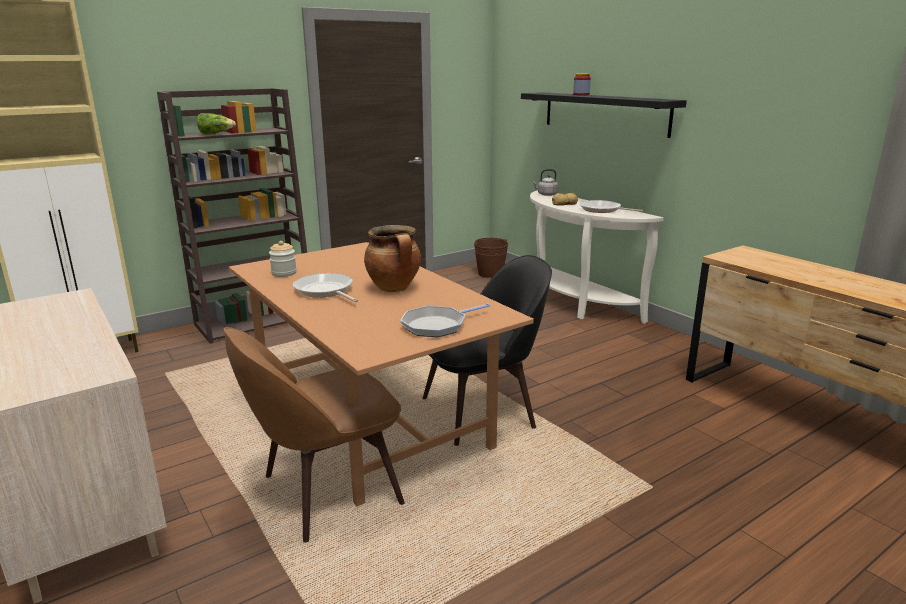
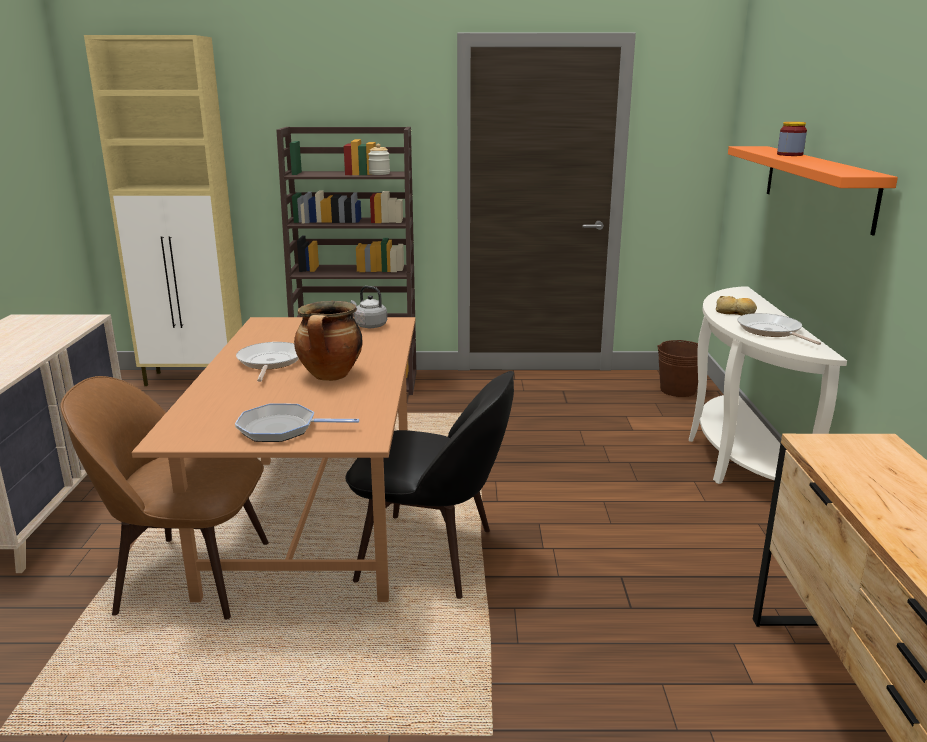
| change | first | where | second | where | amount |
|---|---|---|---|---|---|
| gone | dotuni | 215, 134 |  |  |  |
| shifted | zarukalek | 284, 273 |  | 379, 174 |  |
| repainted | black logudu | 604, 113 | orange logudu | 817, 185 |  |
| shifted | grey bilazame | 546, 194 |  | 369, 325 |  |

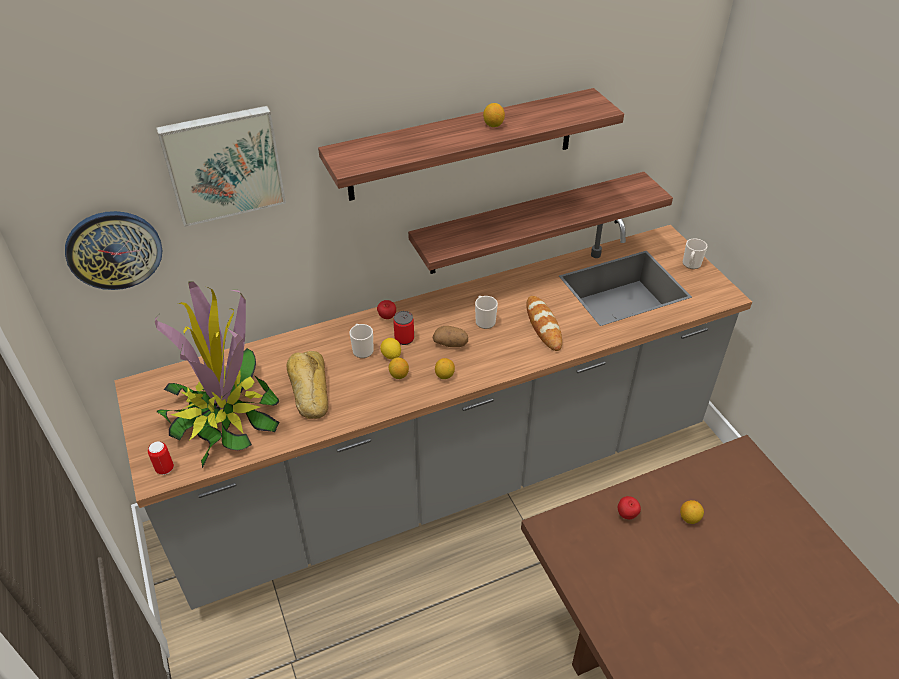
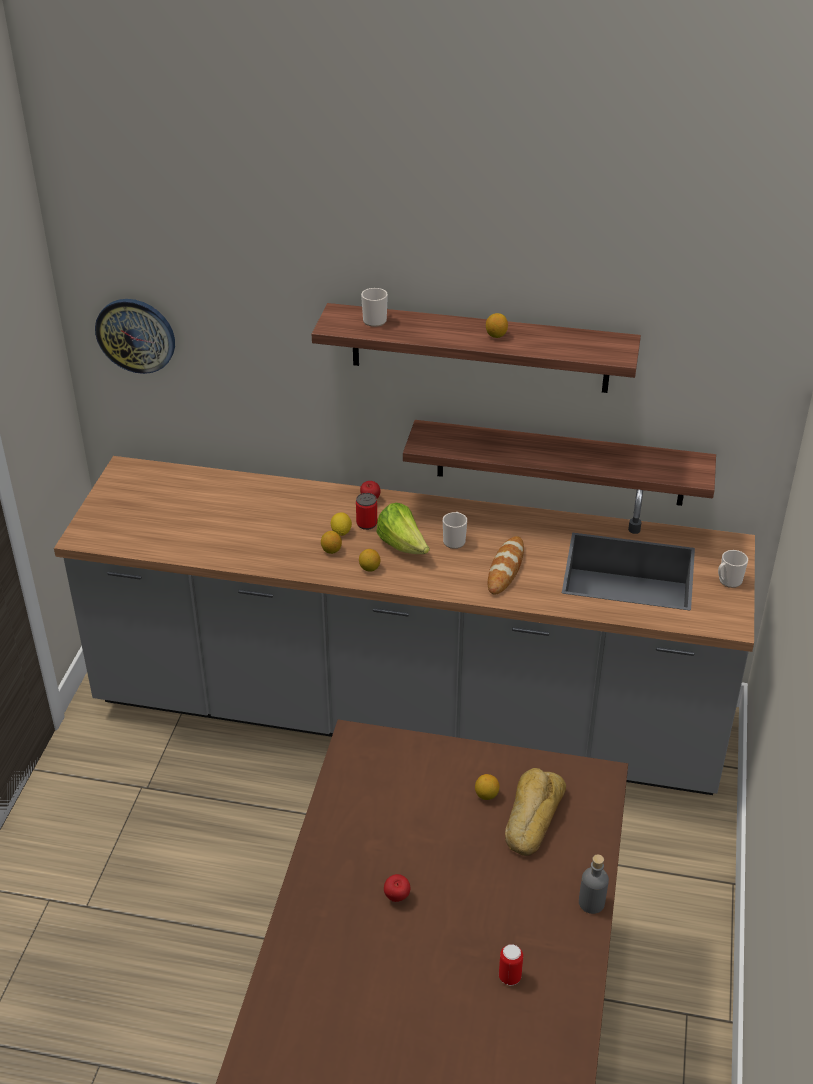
| change | first | where | second | where | amount |
|---|---|---|---|---|---|
| shifted | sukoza | 165, 468 |  | 509, 977 |  |
| gone | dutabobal | 225, 416 |  |  |  |
| gone | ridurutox | 223, 164 |  |  |  |
| shifted | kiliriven | 308, 389 |  | 531, 817 |  |
| shifted | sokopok | 362, 349 |  | 375, 319 |  |
| swapped | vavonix | 451, 344 | dotuni | 403, 546 |  |
| shifted | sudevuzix | 627, 515 |  | 397, 897 |  |
| new |  |  | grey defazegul | 591, 903 |  |

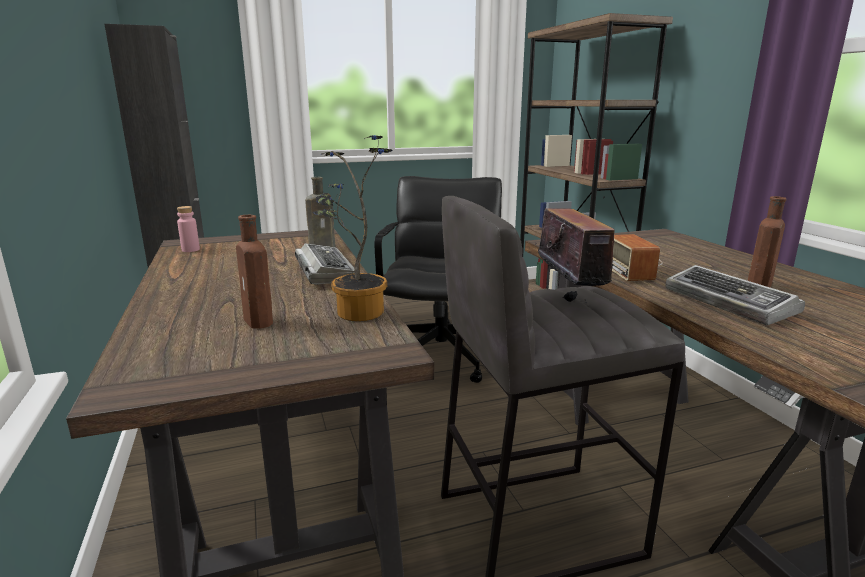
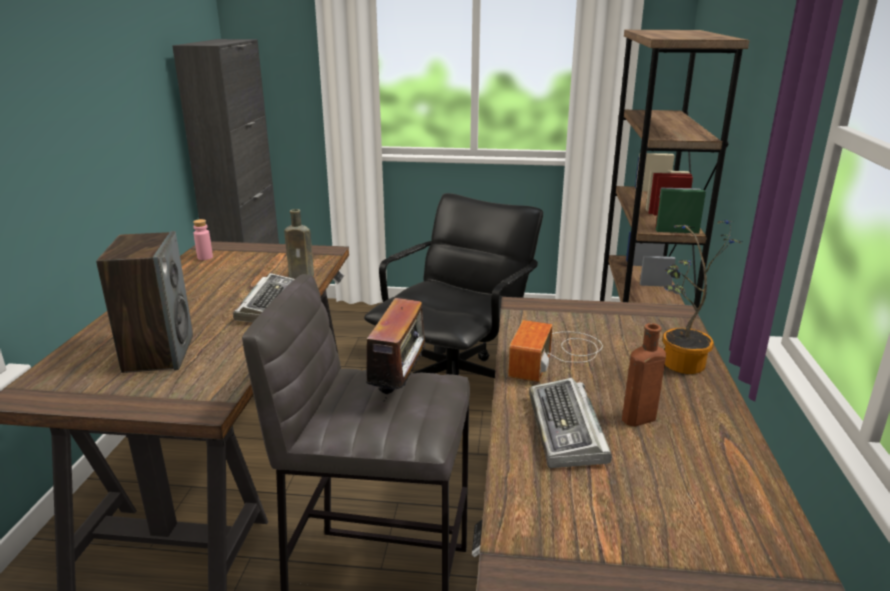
| change | first | where | second | where | amount |
|---|---|---|---|---|---|
| swapped | brown defazegul | 259, 322 | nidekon | 158, 353 |  |
| shifted | dutabobal | 356, 315 |  | 679, 366 |  |

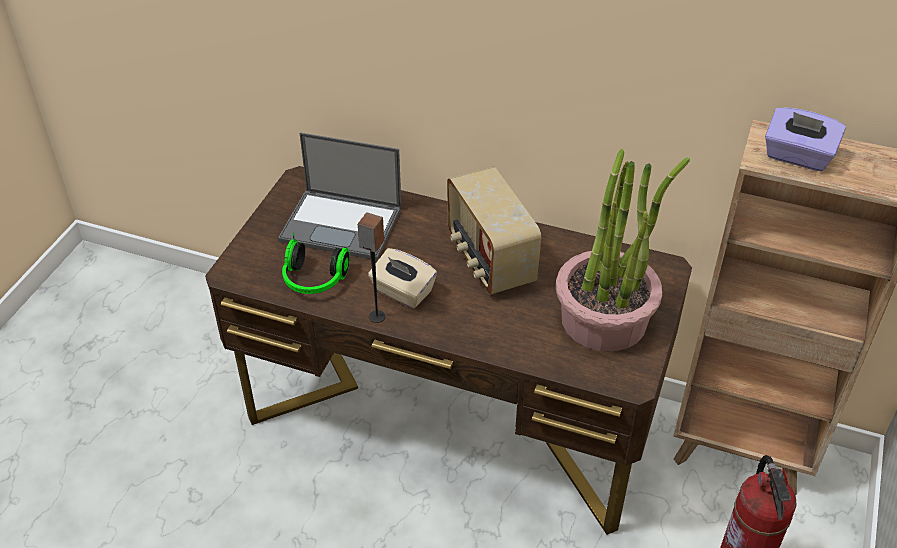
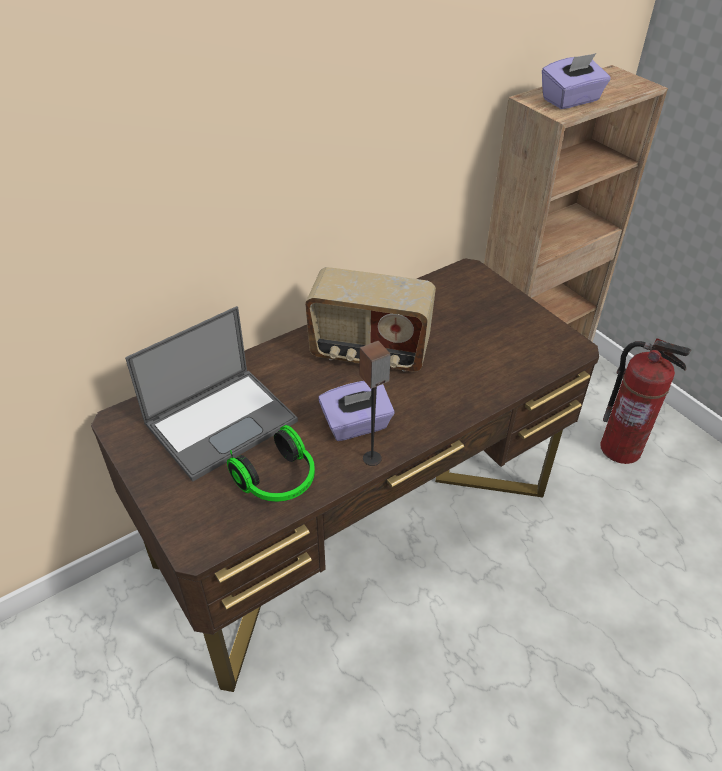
| change | first | where | second | where | amount |
|---|---|---|---|---|---|
| repainted | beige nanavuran | 402, 292 | purple nanavuran | 356, 425 |  |
| gone | dutabobal | 605, 319 |  |  |  |

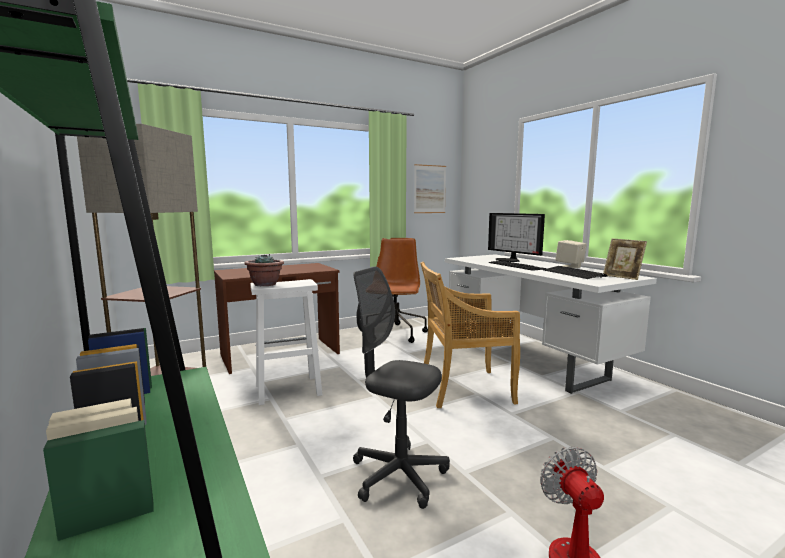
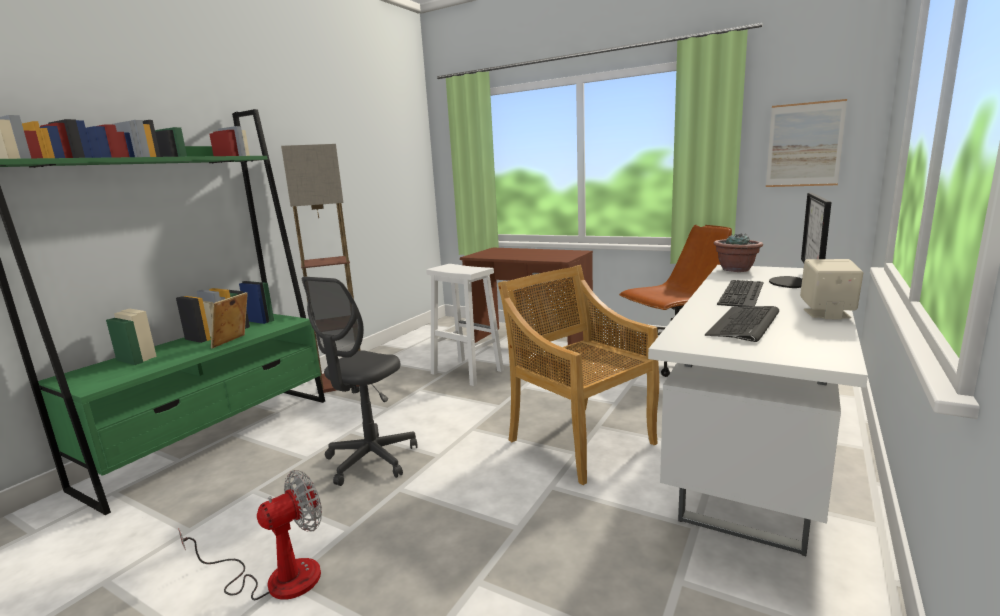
| change | first | where | second | where | amount |
|---|---|---|---|---|---|
| shifted | dutabobal | 265, 284 |  | 736, 270 |  |
| rotated | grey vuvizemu | 398, 476 |  | 371, 460 | 150 degrees counterclockwise |
| shifted | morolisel | 622, 277 |  | 233, 342 |  |

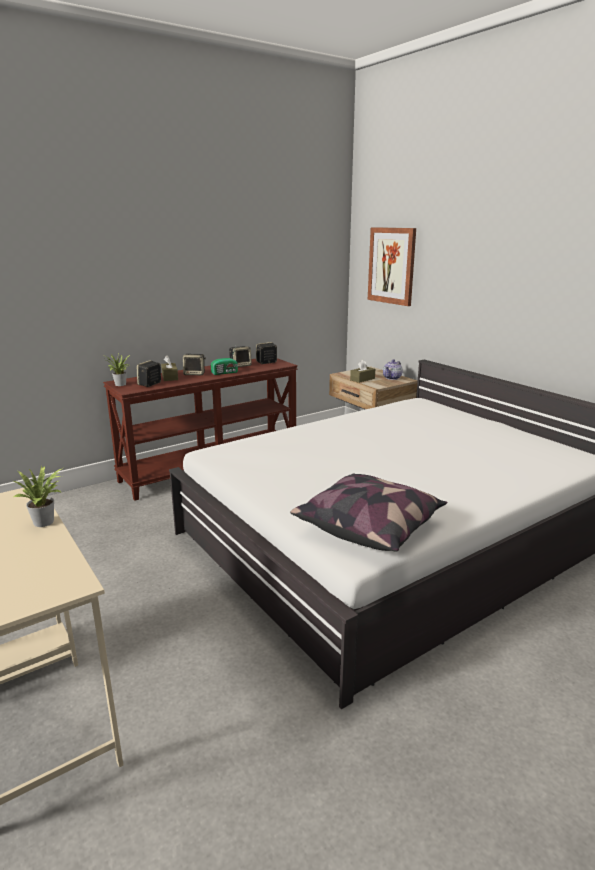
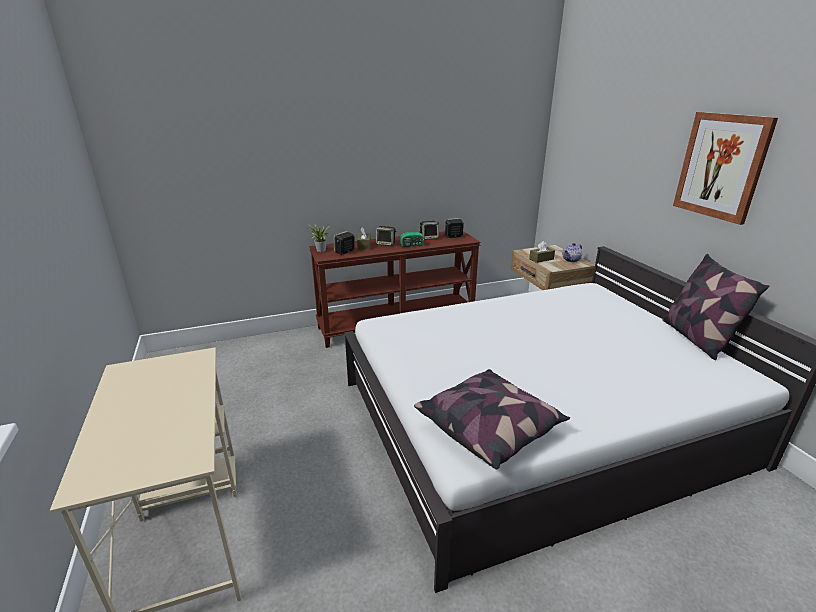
| change | first | where | second | where | amount |
|---|---|---|---|---|---|
| gone | dutabobal | 46, 521 |  |  |  |
| shifted | ridurutox | 392, 266 |  | 721, 166 |  |
| new |  |  | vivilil | 696, 338 |  |

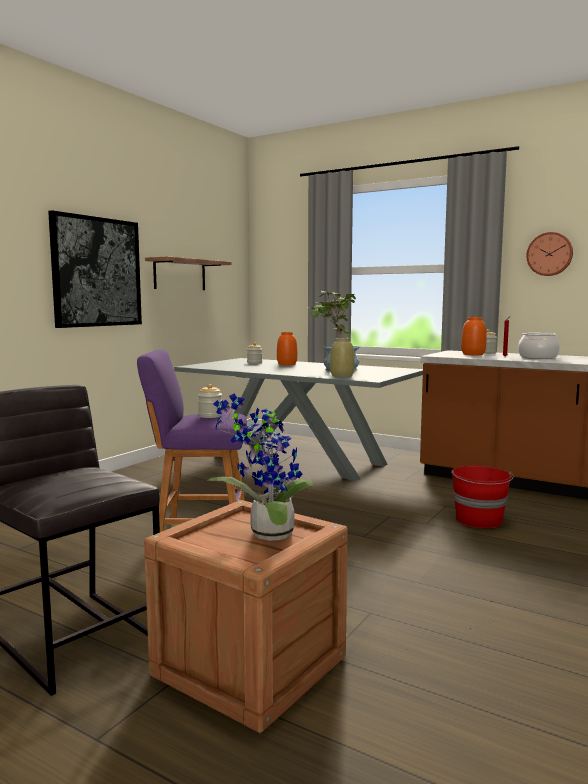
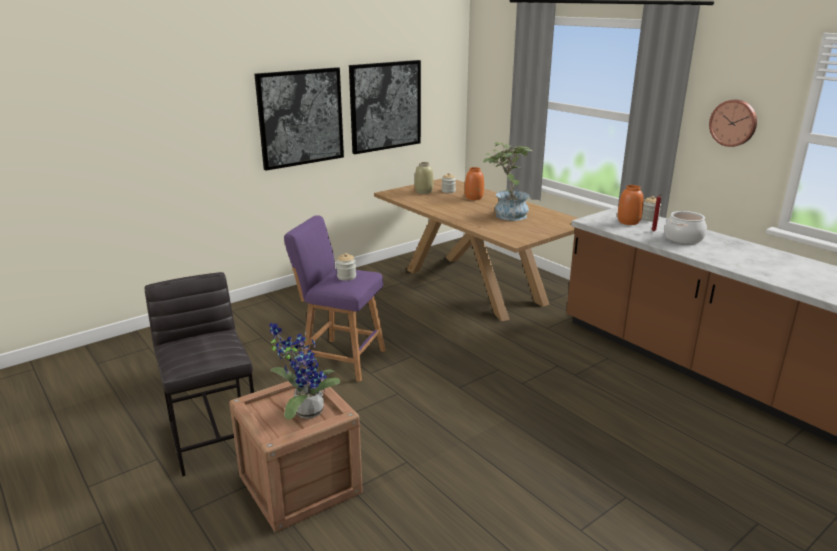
| change | first | where | second | where | amount |
|---|---|---|---|---|---|
| swapped | logudu | 180, 275 | ridurutox | 385, 106 |  |
| repainted | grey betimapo | 298, 459 | brown betimapo | 474, 286 |  |
| shifted | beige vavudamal | 342, 376 |  | 424, 191 |  |
| gone | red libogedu | 479, 520 |  |  |  |

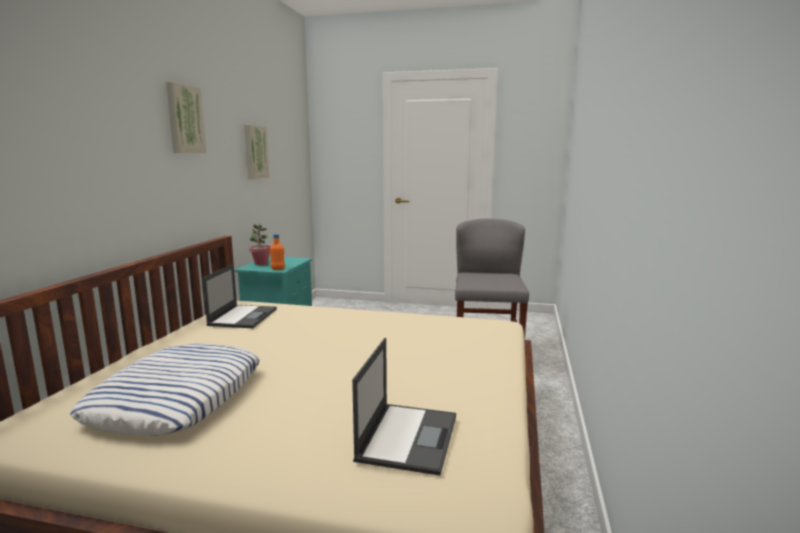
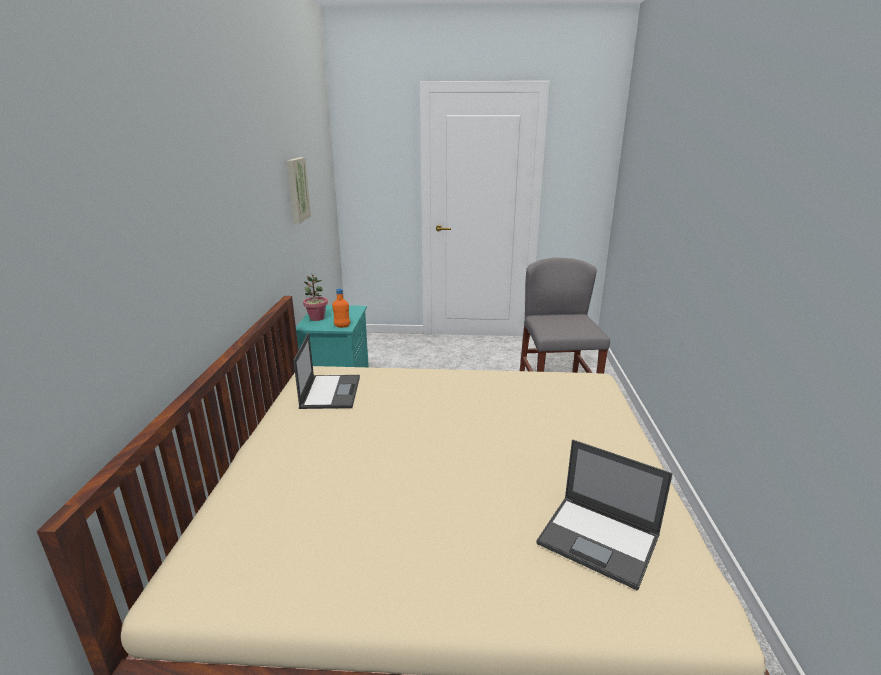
| change | first | where | second | where | amount |
|---|---|---|---|---|---|
| gone | vivilil | 177, 397 |  |  |  |
| gone | ridurutox | 184, 119 |  |  |  |
| rotated | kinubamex | 408, 436 |  | 599, 540 | 120 degrees clockwise |

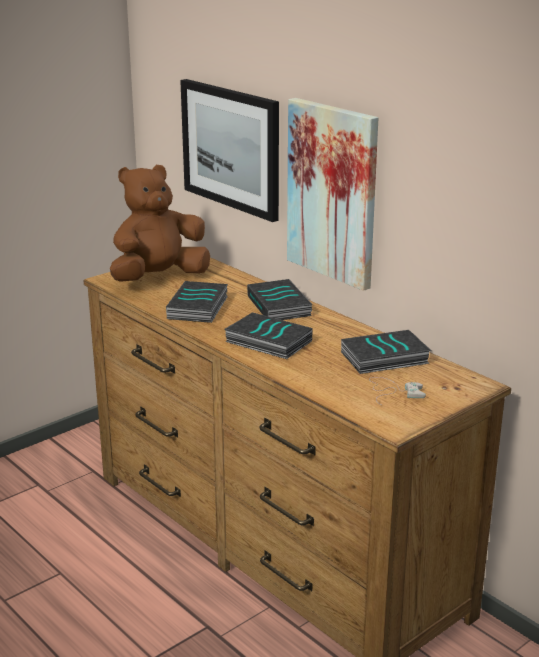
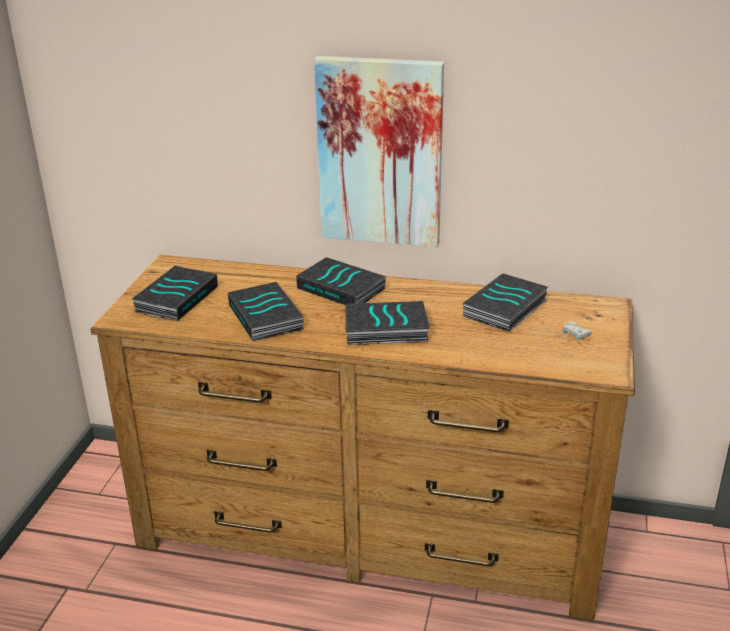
| change | first | where | second | where | amount |
|---|---|---|---|---|---|
| swapped | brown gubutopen | 158, 278 | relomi | 176, 298 |  |
| gone | ridurutox | 231, 148 |  |  |  |

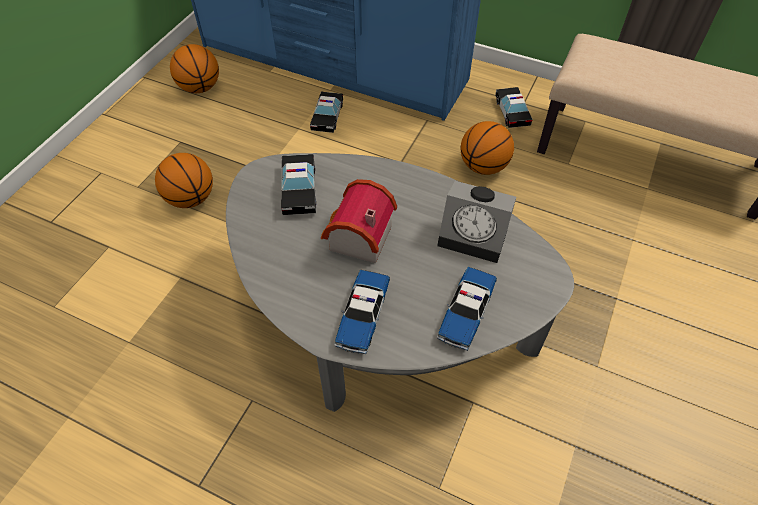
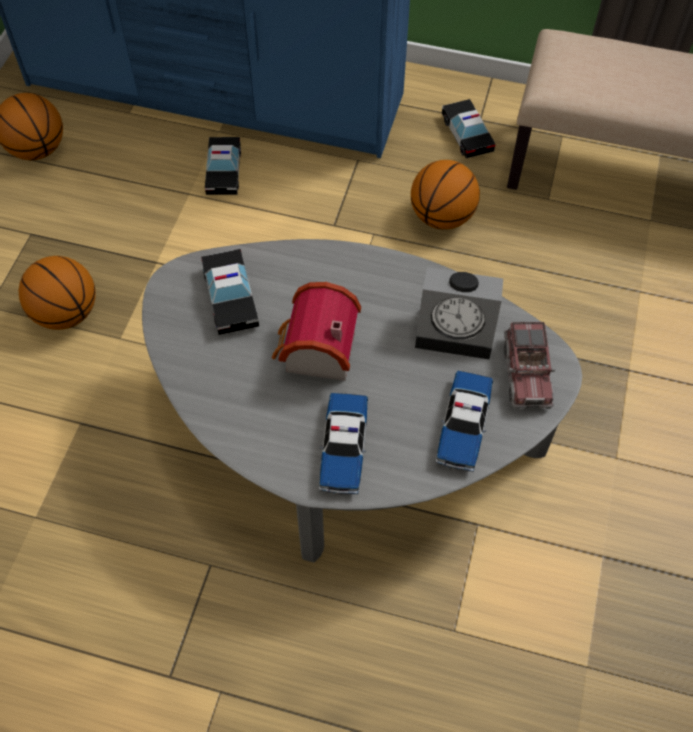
| change | first | where | second | where | amount |
|---|---|---|---|---|---|
| new |  |  | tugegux | 526, 373 |  |

